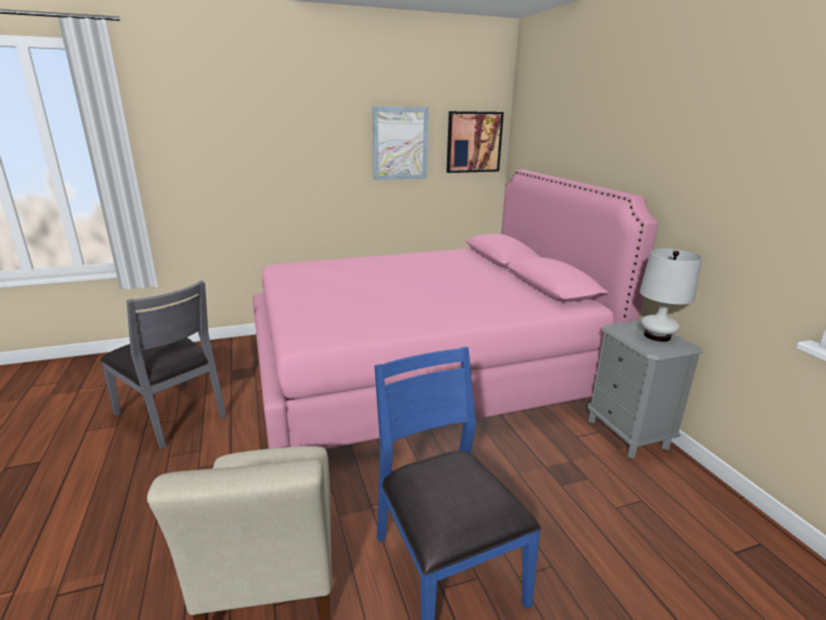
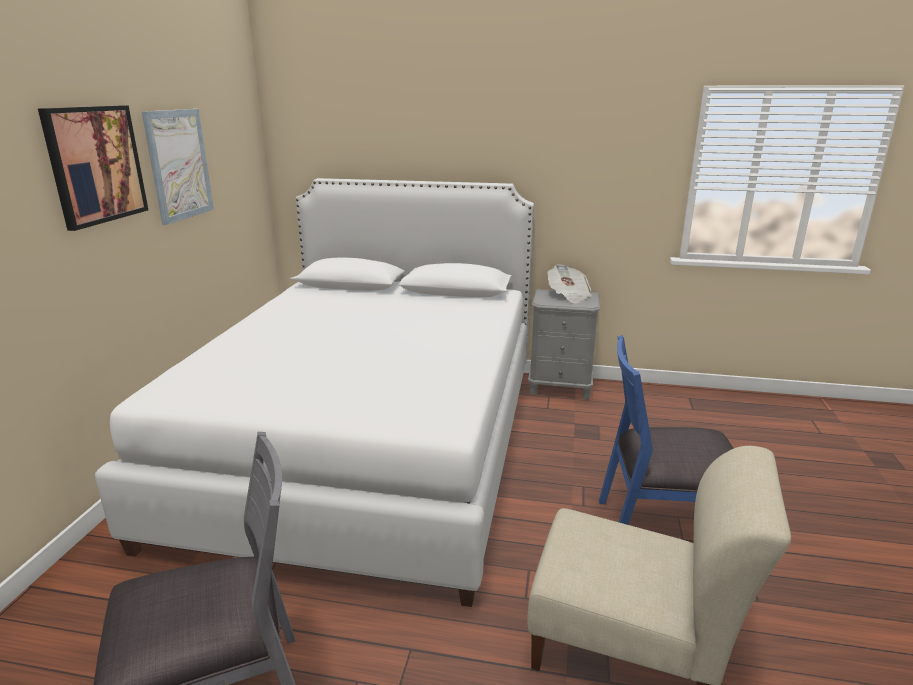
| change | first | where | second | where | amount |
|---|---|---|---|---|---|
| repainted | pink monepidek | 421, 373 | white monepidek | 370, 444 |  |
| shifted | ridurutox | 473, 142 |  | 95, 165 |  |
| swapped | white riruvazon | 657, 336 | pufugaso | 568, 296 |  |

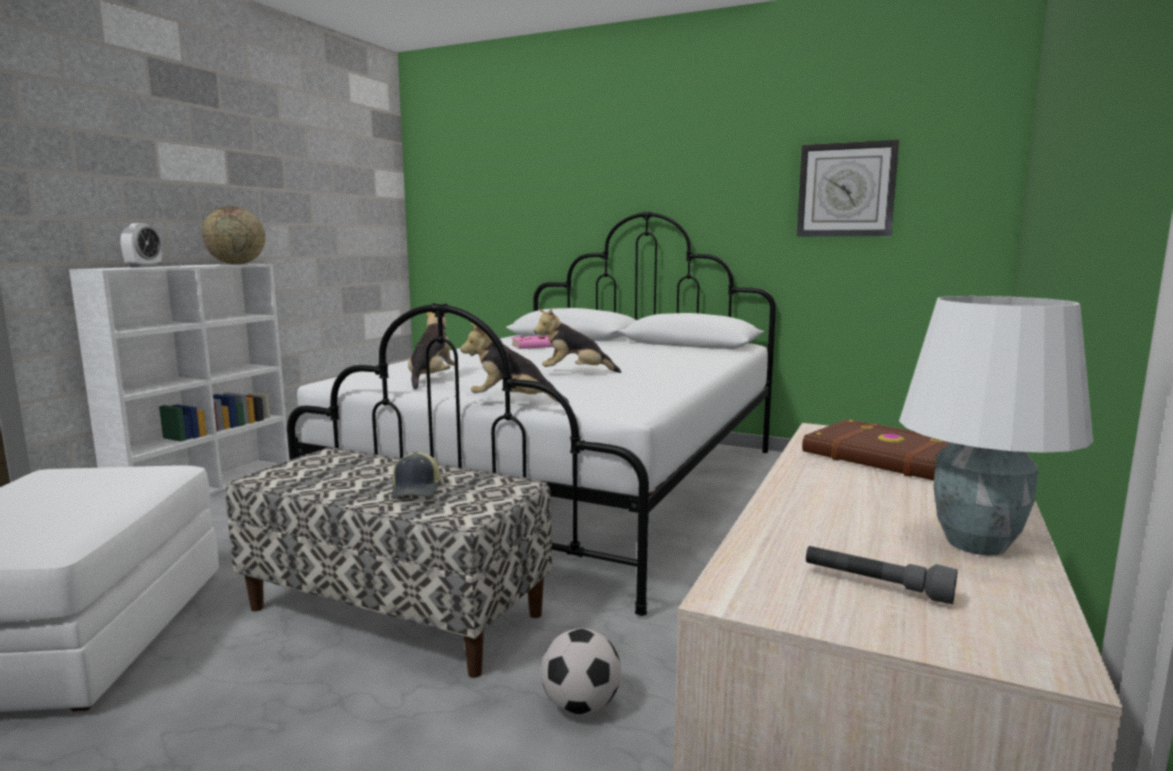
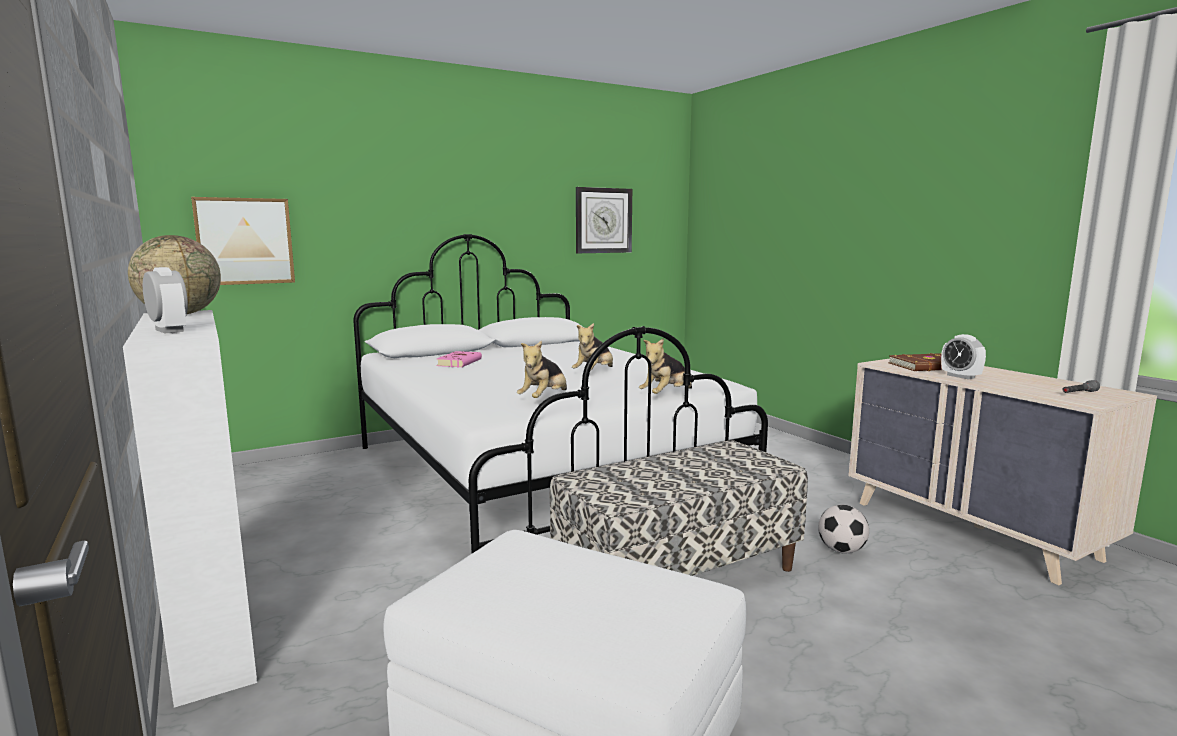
| change | first | where | second | where | amount |
|---|---|---|---|---|---|
| gone | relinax | 417, 490 |  |  |  |
| rotated | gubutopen | 431, 379 |  | 544, 399 | 105 degrees counterclockwise |
| gone | white riruvazon | 975, 545 |  |  |  |
| new |  |  | ridurutox | 245, 241 |  |
| new |  |  | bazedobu | 960, 376 |  |

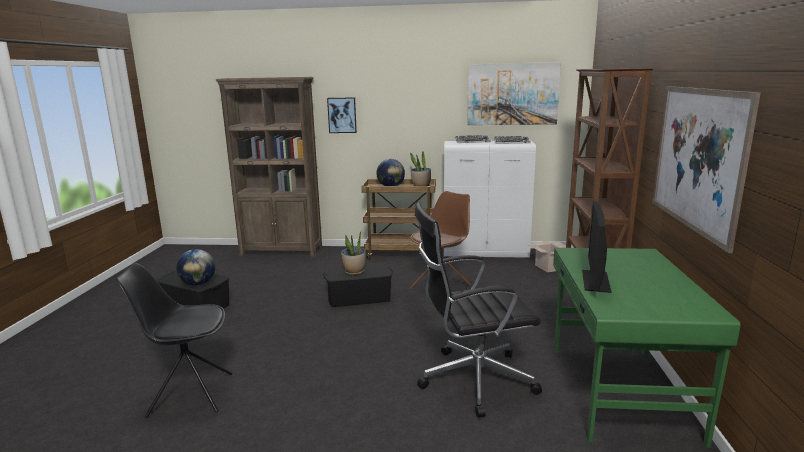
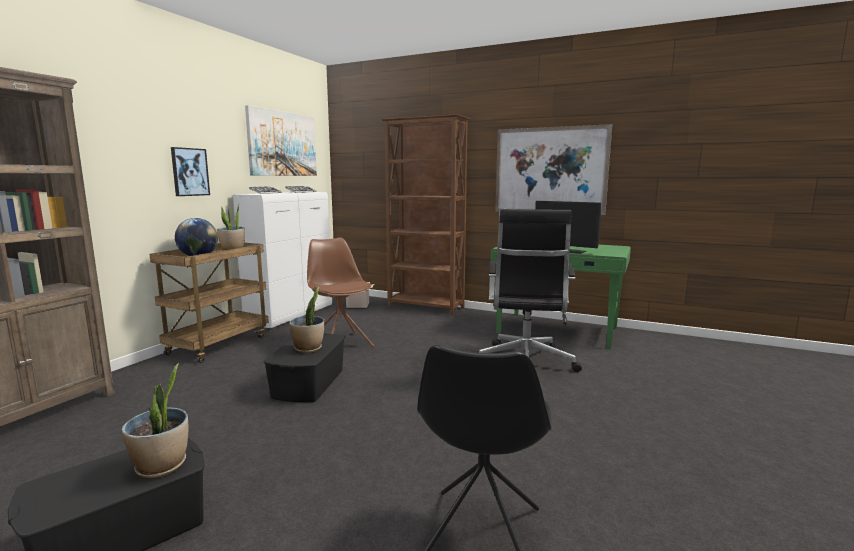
| change | first | where | second | where | amount |
|---|---|---|---|---|---|
| swapped | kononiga | 198, 284 | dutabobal | 162, 466 |  |
| shifted | ridurutox | 342, 115 |  | 190, 172 |  |

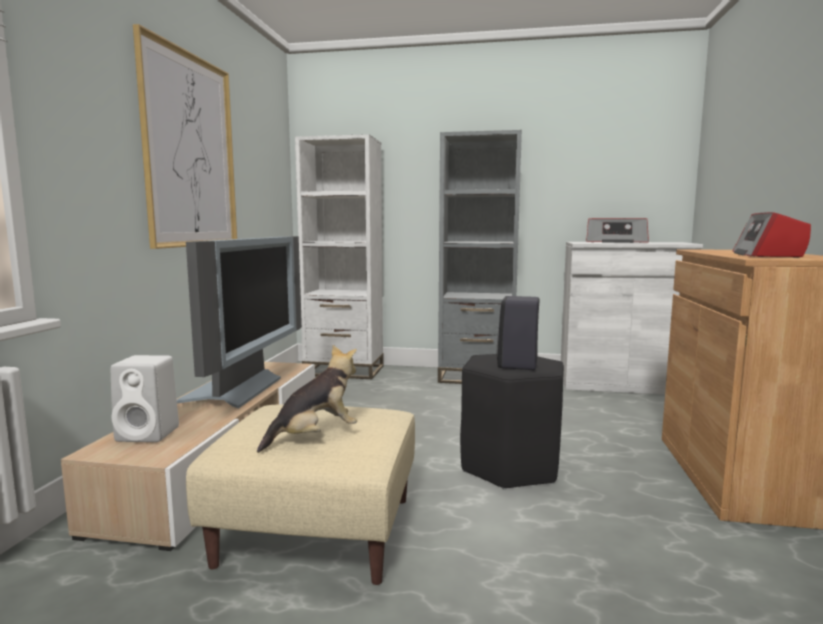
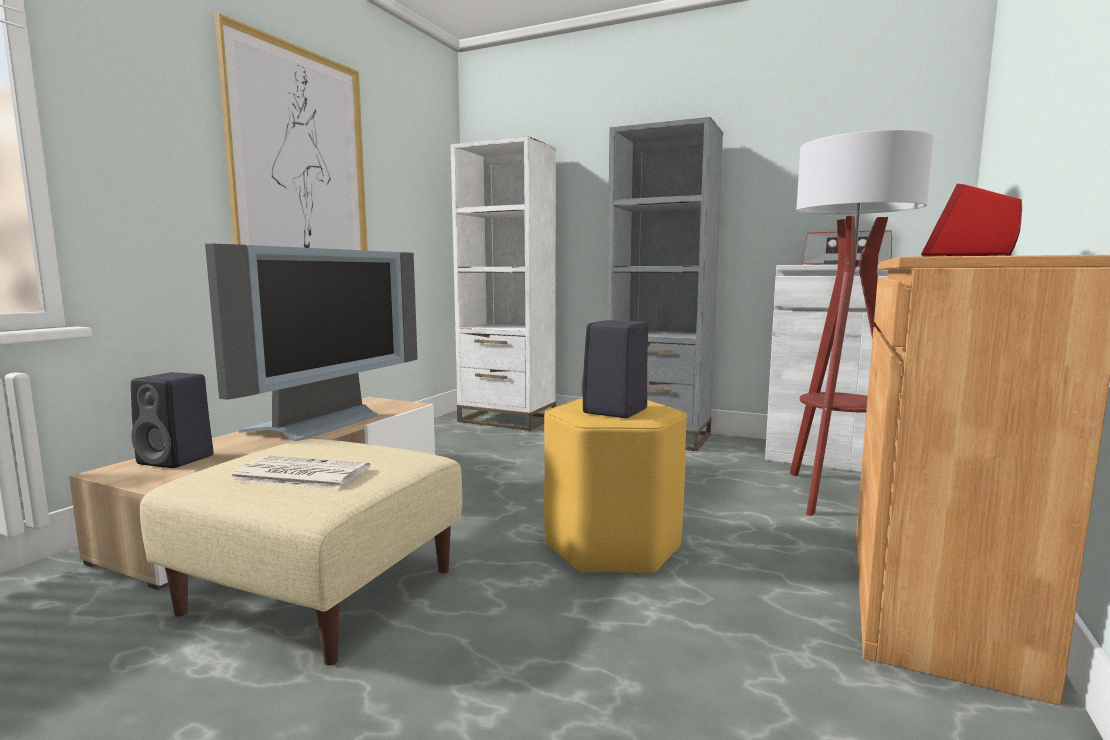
| change | first | where | second | where | amount |
|---|---|---|---|---|---|
| repainted | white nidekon | 150, 434 | black nidekon | 178, 460 |  |
| swapped | gubutopen | 315, 436 | pufugaso | 299, 474 |  |
| repainted | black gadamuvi | 511, 466 | yellow gadamuvi | 613, 546 |  |
| new |  |  | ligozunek | 836, 495 |  |

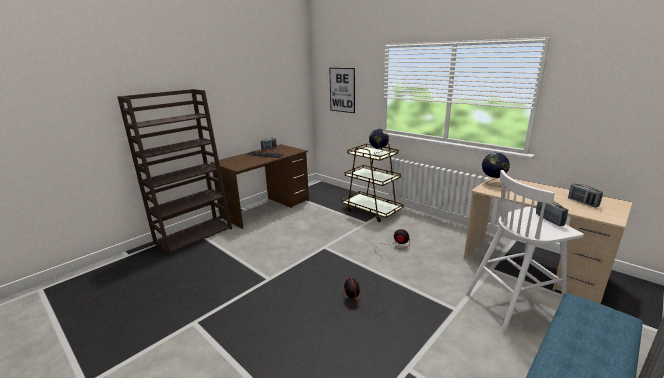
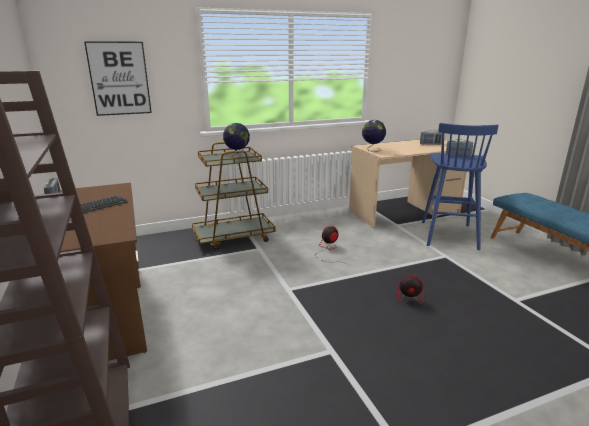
| change | first | where | second | where | amount |
|---|---|---|---|---|---|
| repainted | white gadamuvi | 514, 305 | blue gadamuvi | 448, 234 |  |

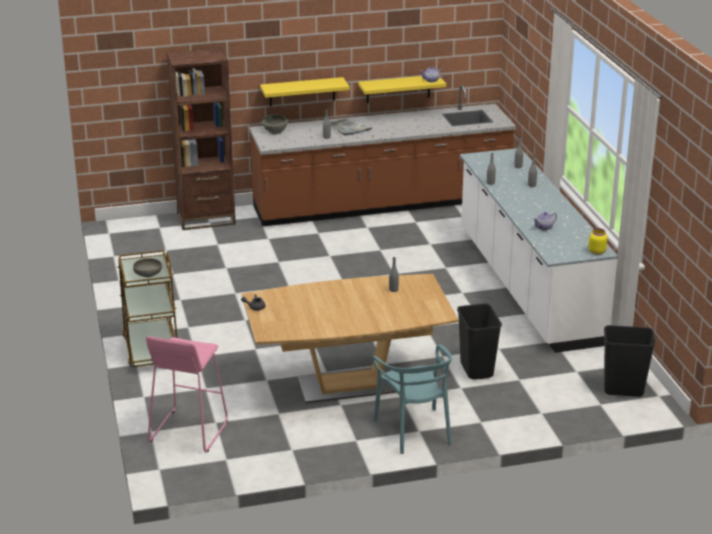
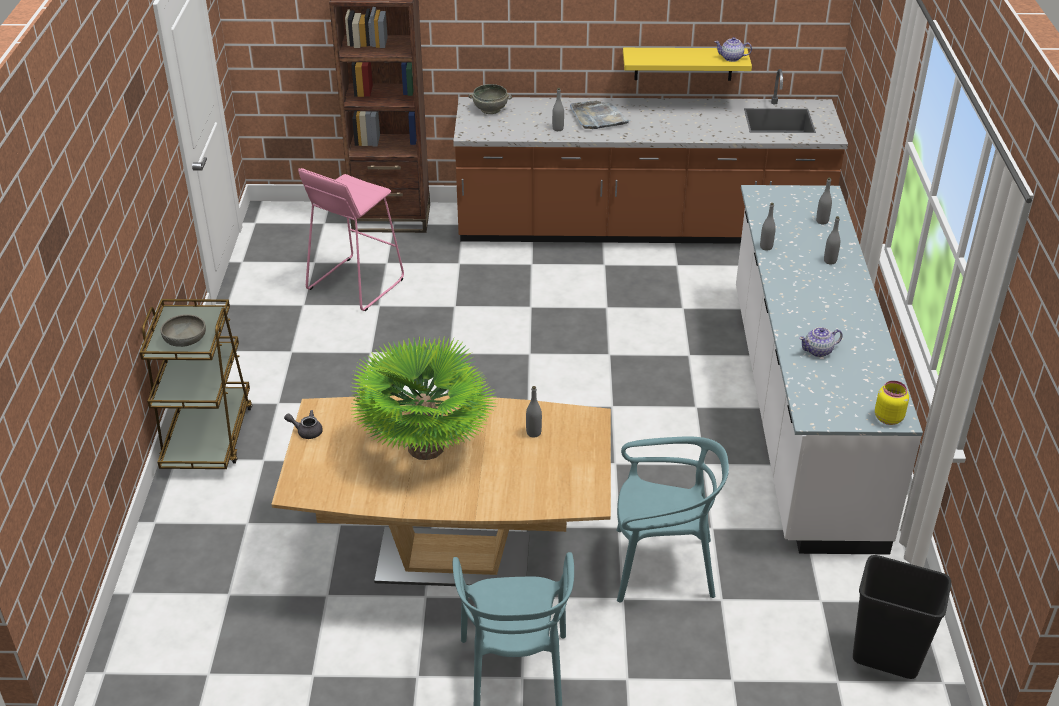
| change | first | where | second | where | amount |
|---|---|---|---|---|---|
| shifted | pink gadamuvi | 188, 431 |  | 355, 284 |  |
| gone | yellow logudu | 302, 91 |  |  |  |
| swapped | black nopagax | 477, 370 | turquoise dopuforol | 662, 566 |  |
| new |  |  | dutabobal | 426, 447 |  |

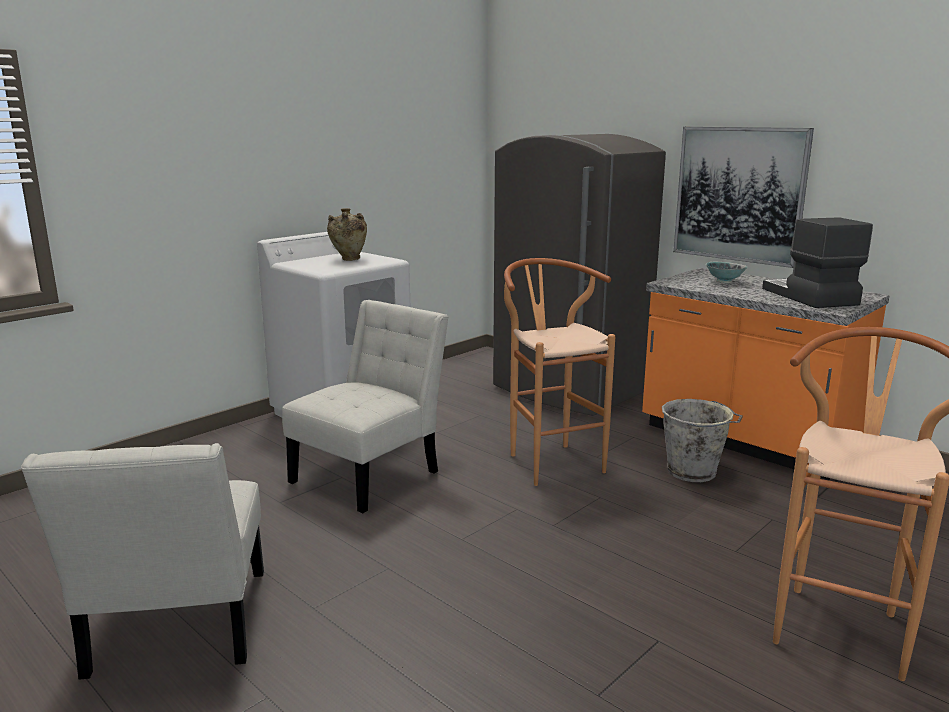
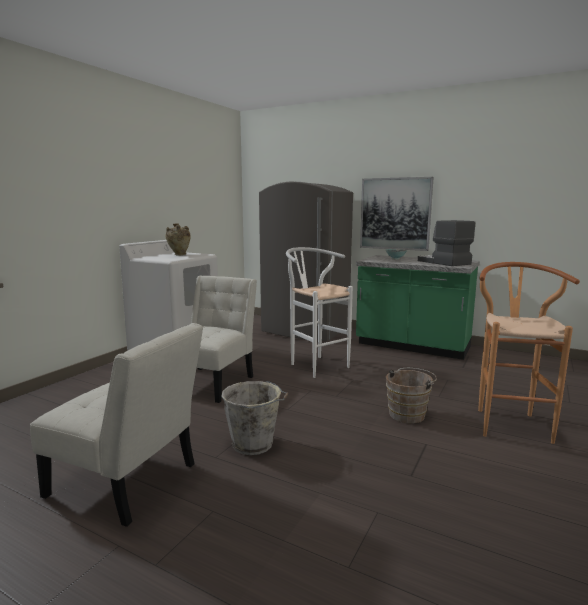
| change | first | where | second | where | amount |
|---|---|---|---|---|---|
| rotated | white dopuforol | 177, 629 |  | 128, 483 | 45 degrees counterclockwise |
| repainted | brown gadamuvi | 550, 460 | white gadamuvi | 315, 365 |  |
| repainted | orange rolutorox | 746, 440 | green rolutorox | 412, 346 |  |
| shifted | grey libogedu | 693, 472 |  | 254, 444 |  |
| new |  |  | brown libogedu | 409, 414 |  |

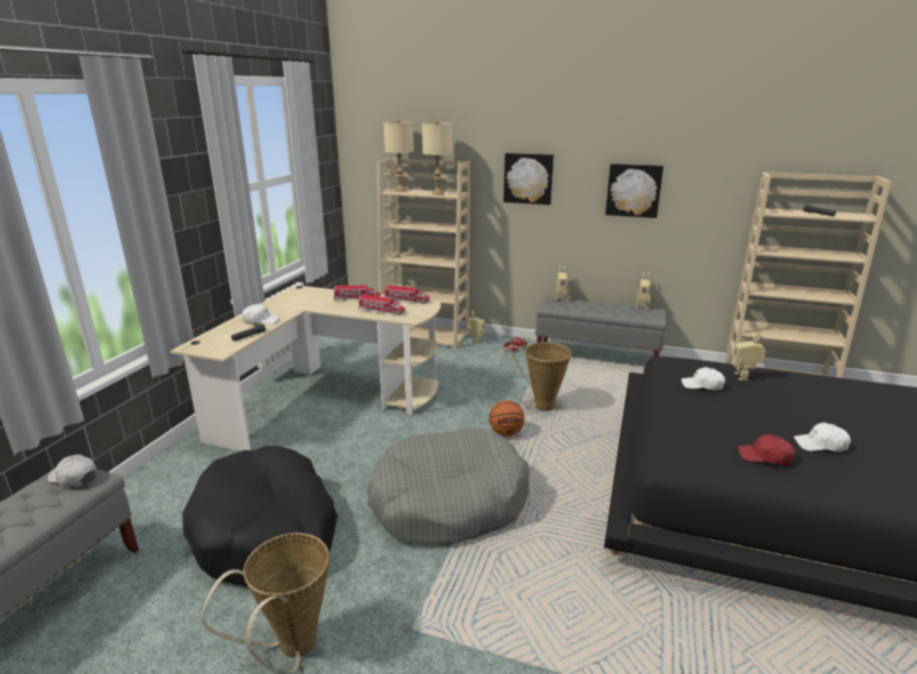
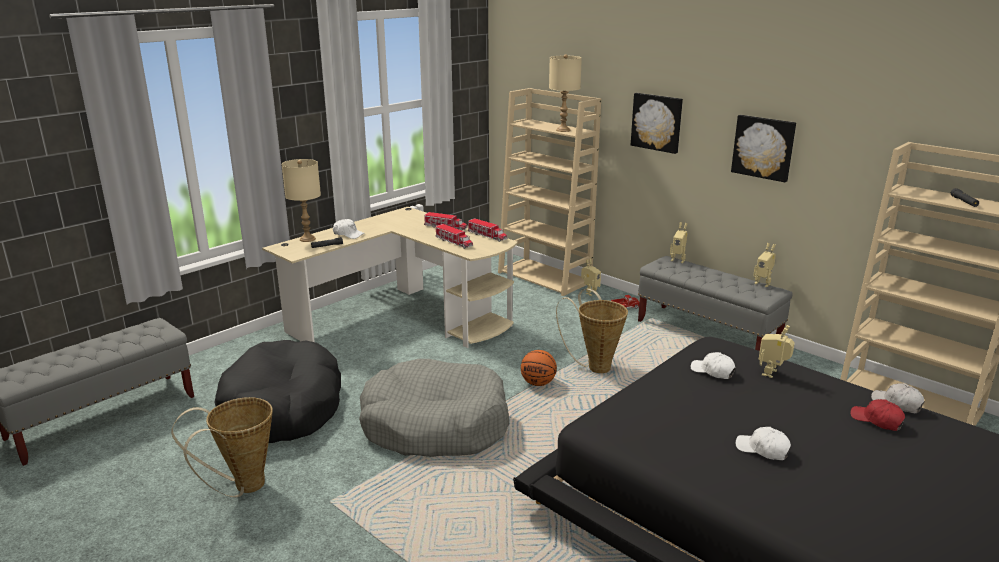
| change | first | where | second | where | amount |
|---|---|---|---|---|---|
| shifted | white relinax | 74, 477 |  | 896, 404 |  |
| shifted | beige riruvazon | 401, 191 |  | 307, 239 |  |
| shifted | red relinax | 765, 457 |  | 876, 420 |  |

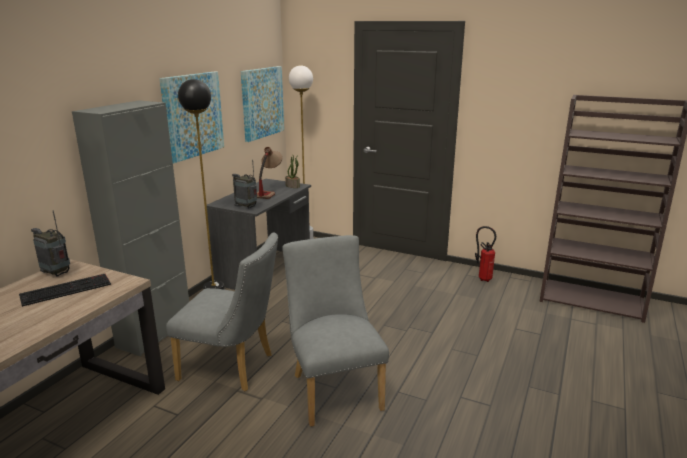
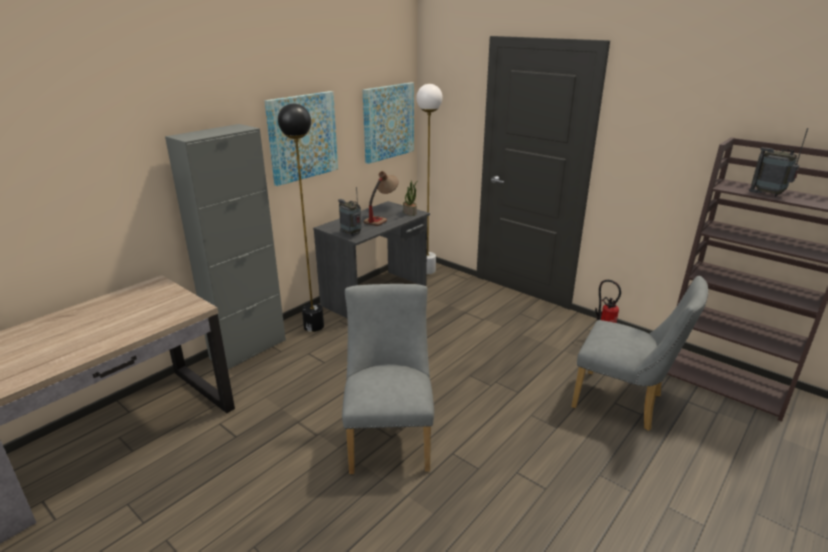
| change | first | where | second | where | amount |
|---|---|---|---|---|---|
| gone | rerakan | 67, 289 |  |  |  |
| shifted | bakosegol | 56, 273 |  | 769, 194 |  |
| shifted | grey dopuforol | 233, 368 |  | 624, 403 |  |

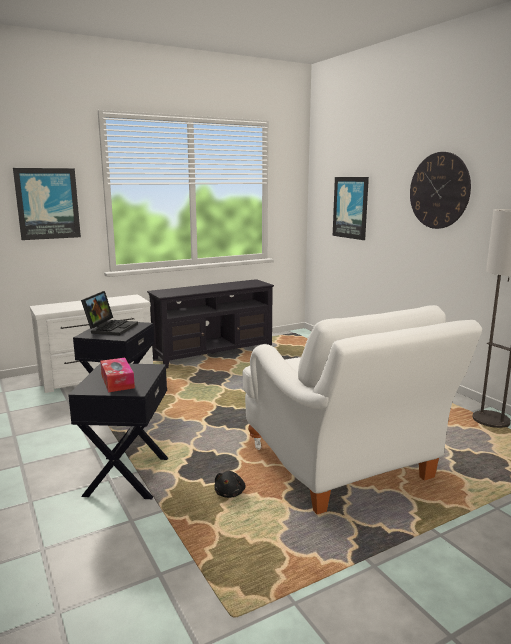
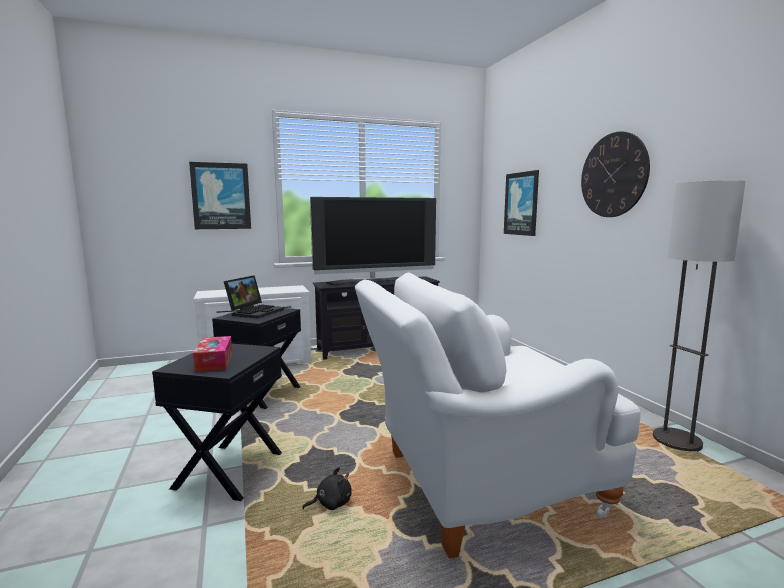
| change | first | where | second | where | amount |
|---|---|---|---|---|---|
| rotated | black gubutopen | 230, 493 |  | 331, 503 | 135 degrees counterclockwise |
| rotated | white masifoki | 343, 467 |  | 477, 484 | 90 degrees clockwise |
| new |  |  | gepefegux | 374, 281 |  |

